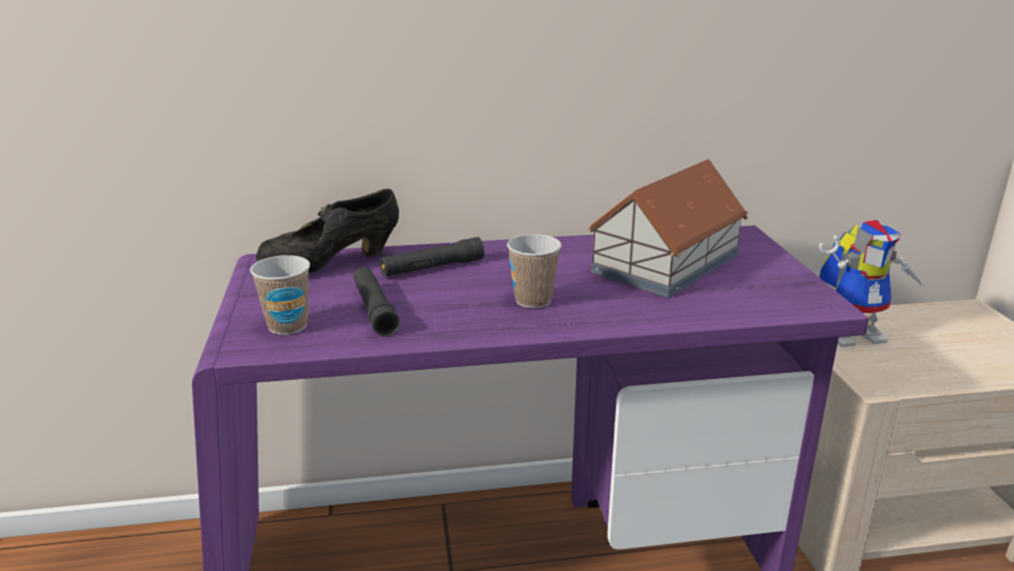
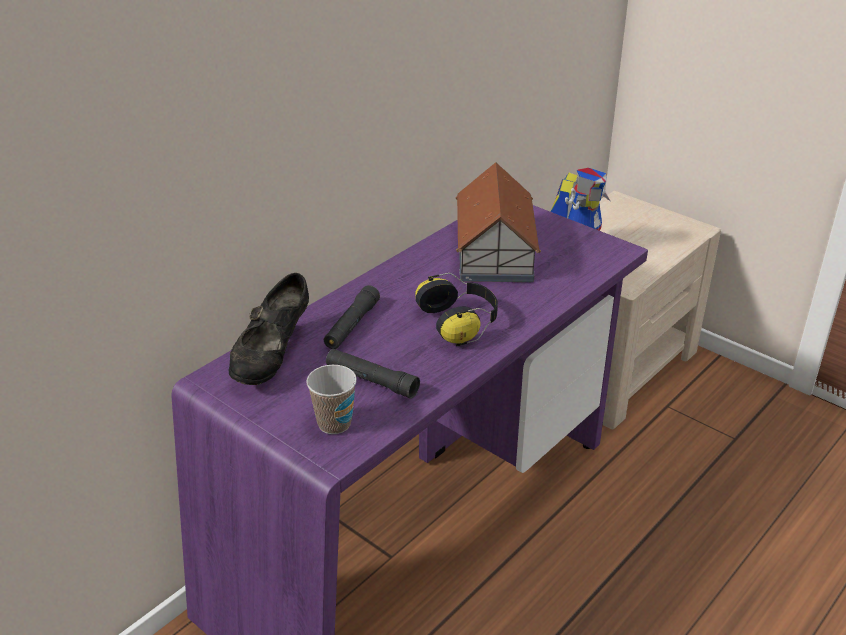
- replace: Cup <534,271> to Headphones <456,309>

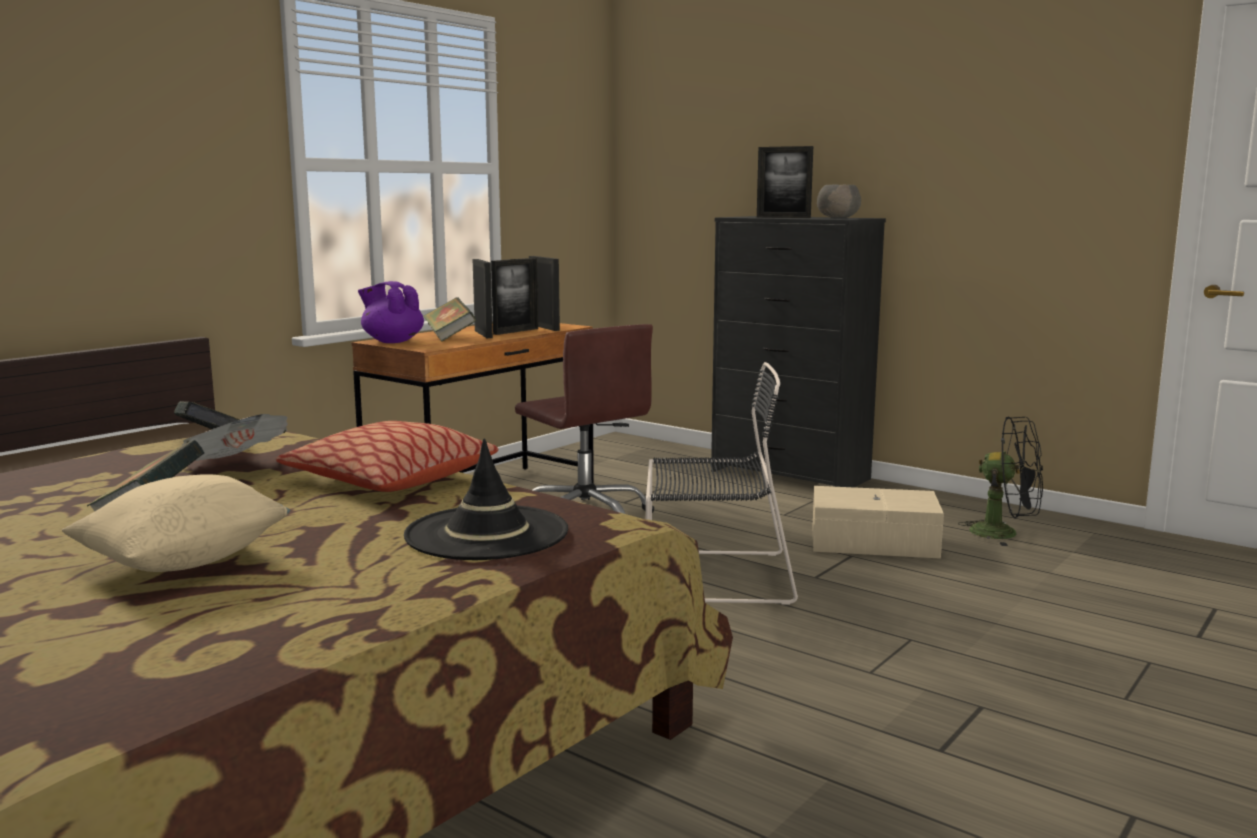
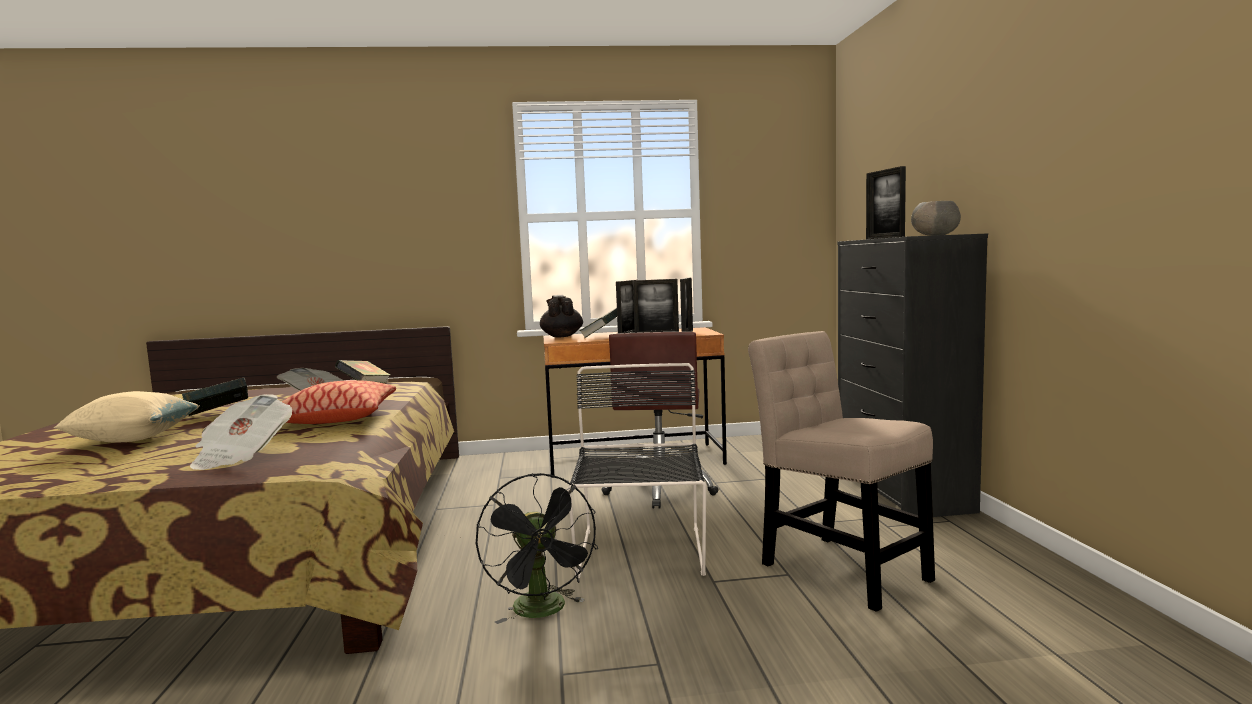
- recolor: PurpleTeapot <391,312> to BlackTeapot <561,316>
- rotate: BlackChair <722,483> = <636,470> 135 degrees counterclockwise
- move: BlackFan <1000,481> to <537,548>
- replace: BlackHat <486,499> to Newspaper <241,432>
- replace: BeigeStorageBox <878,522> to BeigeChair <841,471>

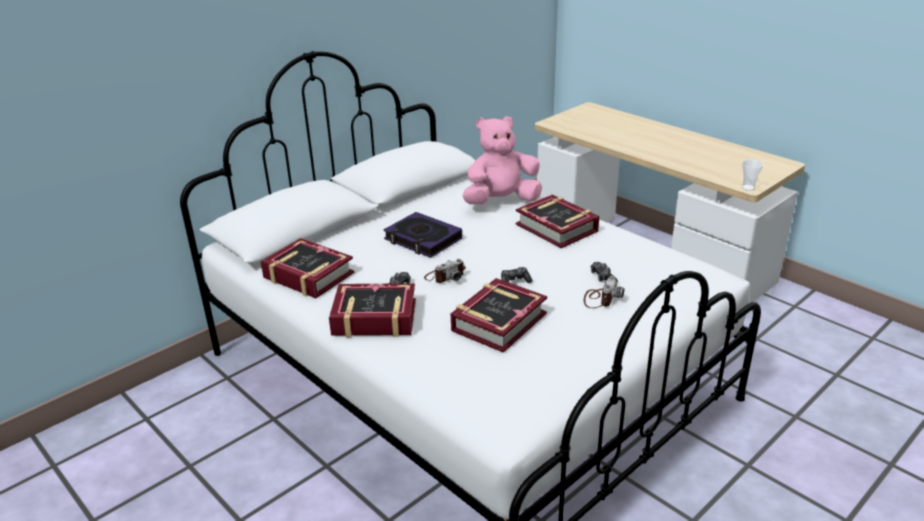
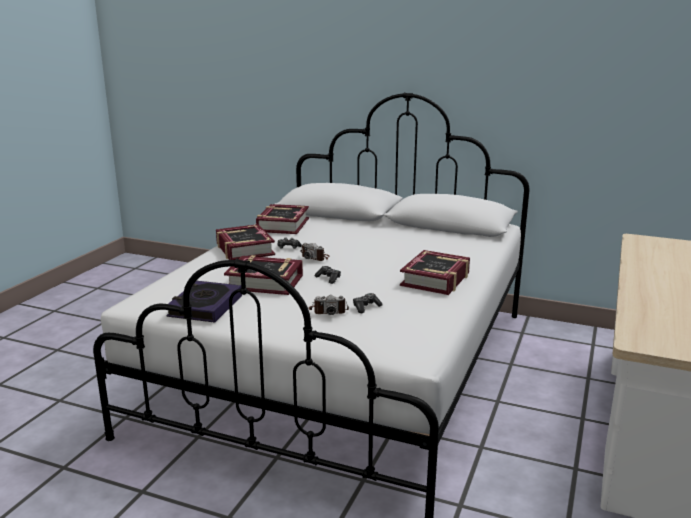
- delete: PinkPlushToy <502,160>
- delete: Cup <753,175>
- move: Book <422,235> to <204,302>

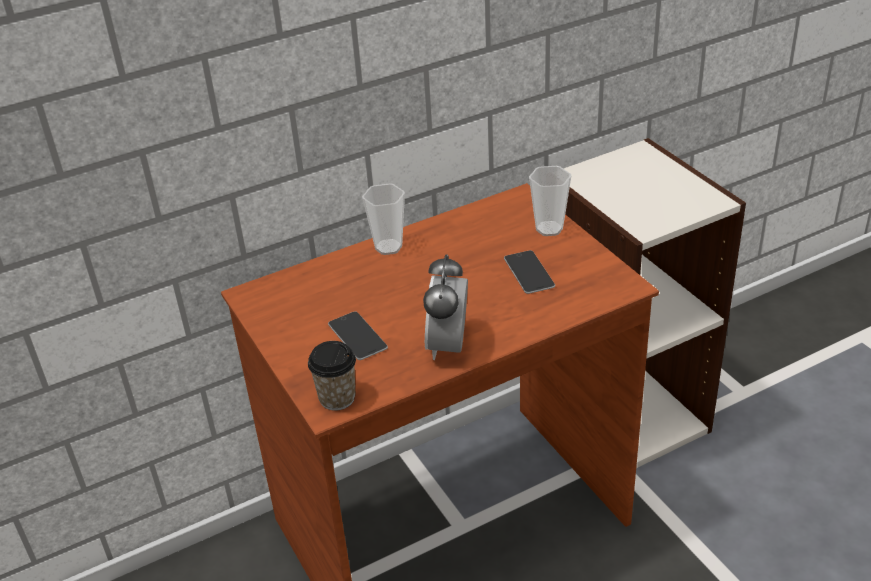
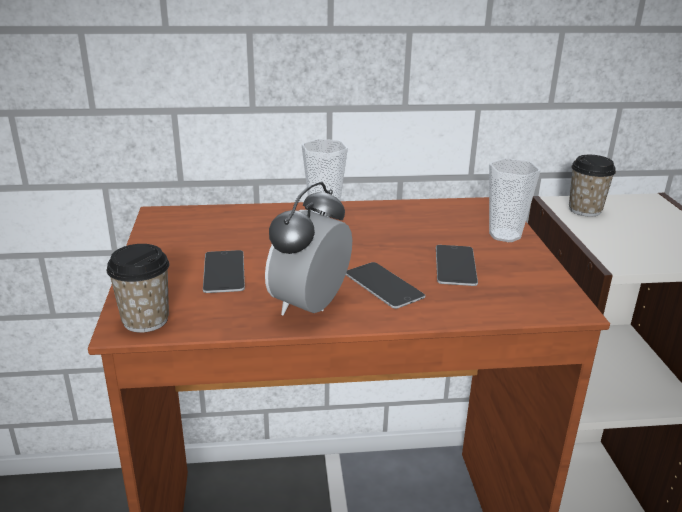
- insert: Cup <592,186>
- insert: Phone <386,285>

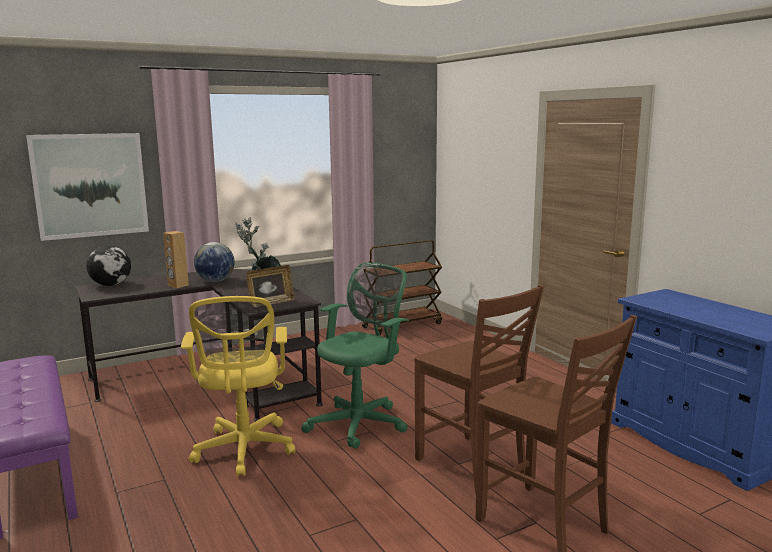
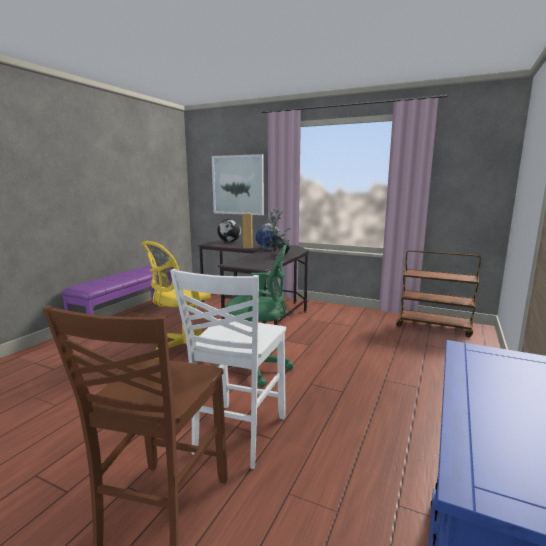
- delete: PictureFrame <270,286>
- recolor: BrownChair <479,389> to WhiteChair <228,369>

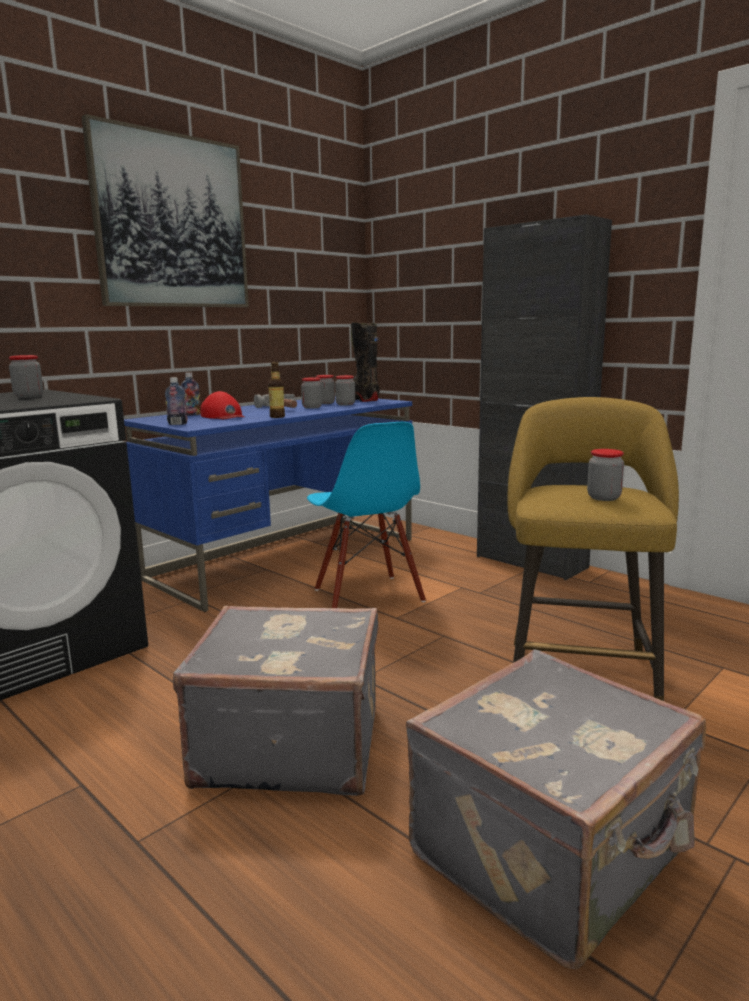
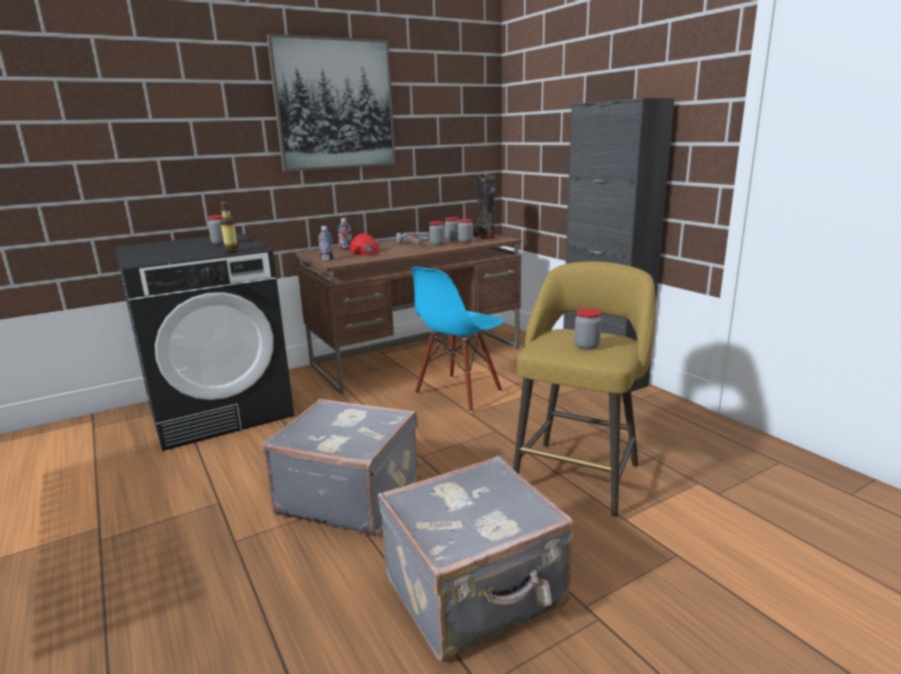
- move: Bottle <276,389> to <229,227>
- recolor: BlueDesk <268,504> to BrownDesk <408,314>
- rotate: BlueChair <366,515> = <458,340> 45 degrees clockwise

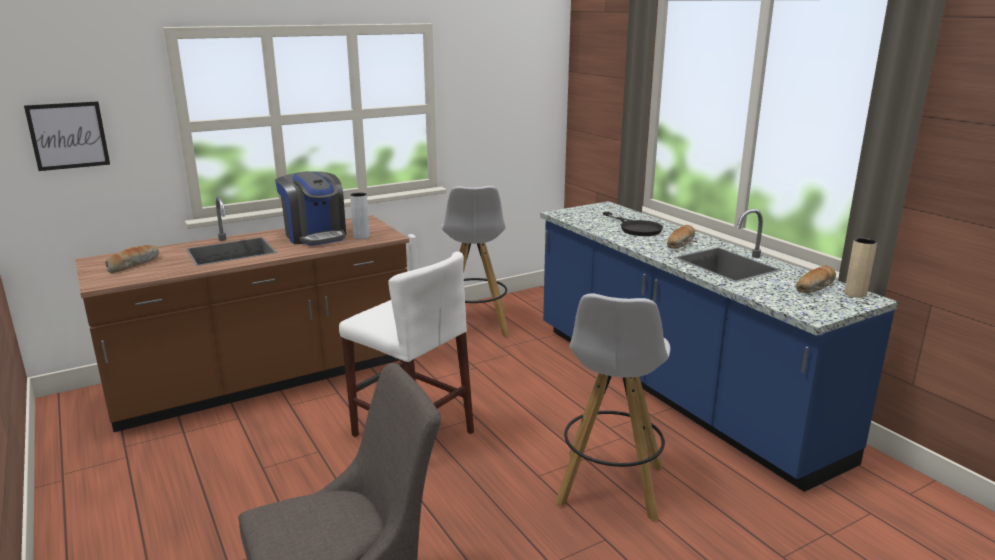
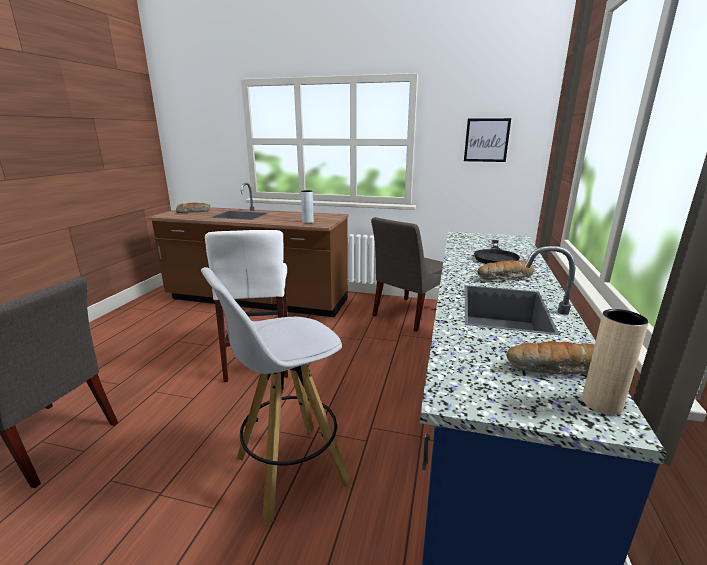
- move: Picture <67,136> to <487,140>
- delete: CoffeeMachine <310,208>
- replace: WhiteStool <476,261> to GreyChair <407,274>

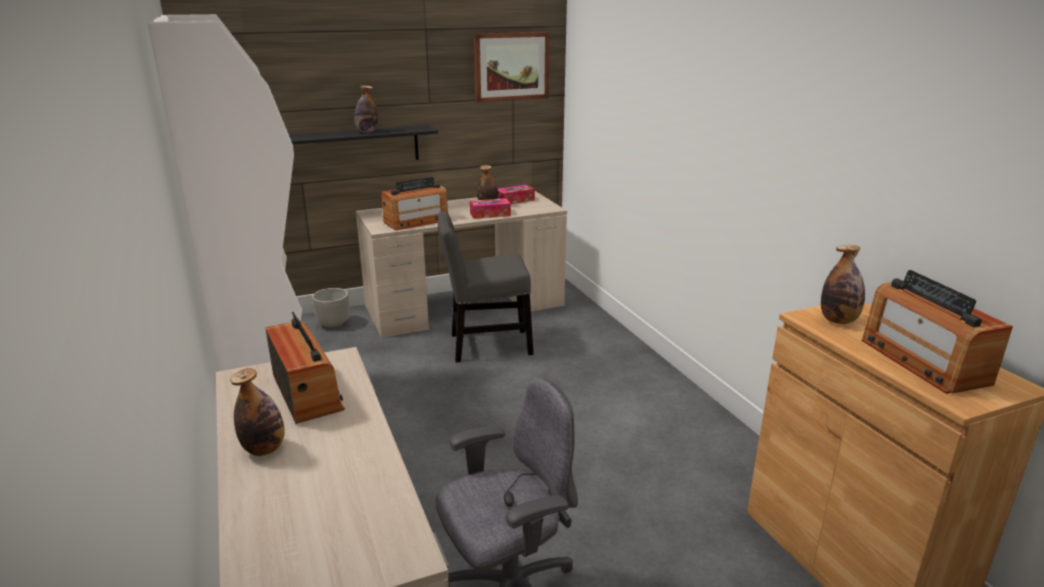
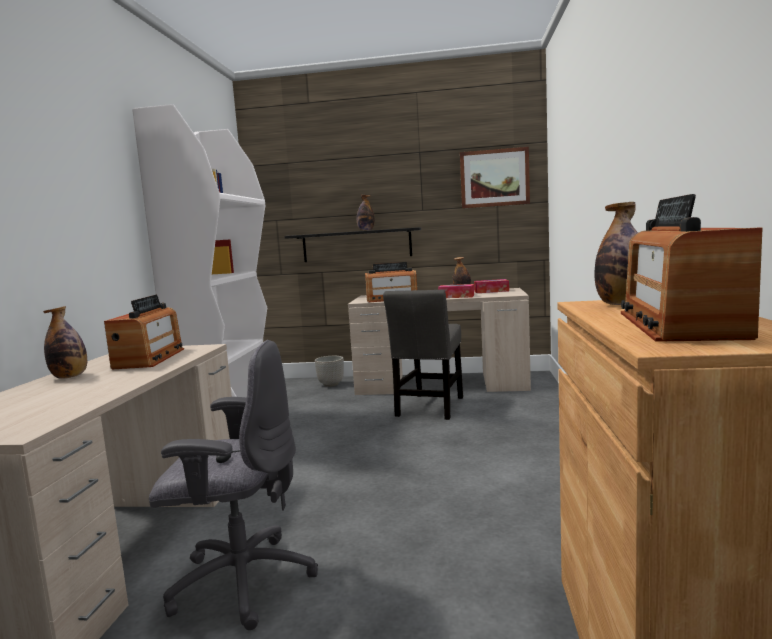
- rotate: GreyChair <486,286> = <423,355> 90 degrees counterclockwise

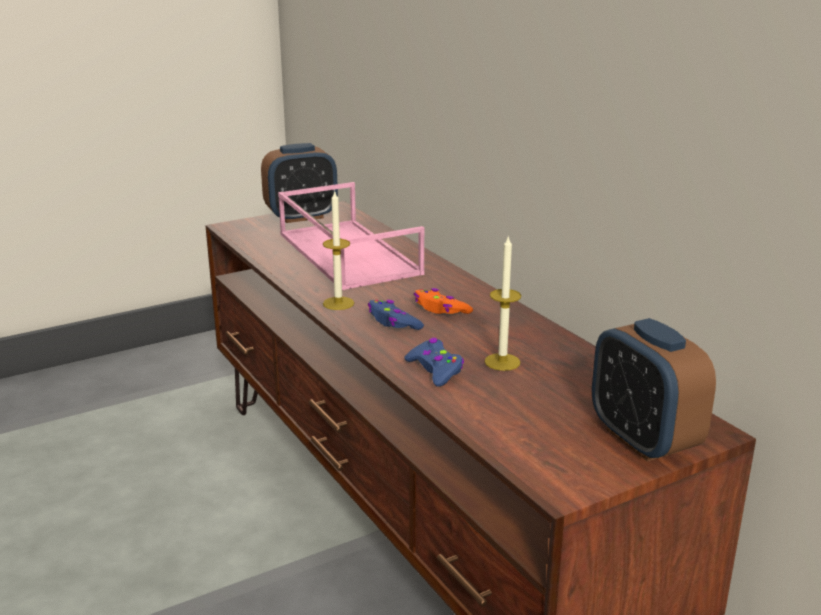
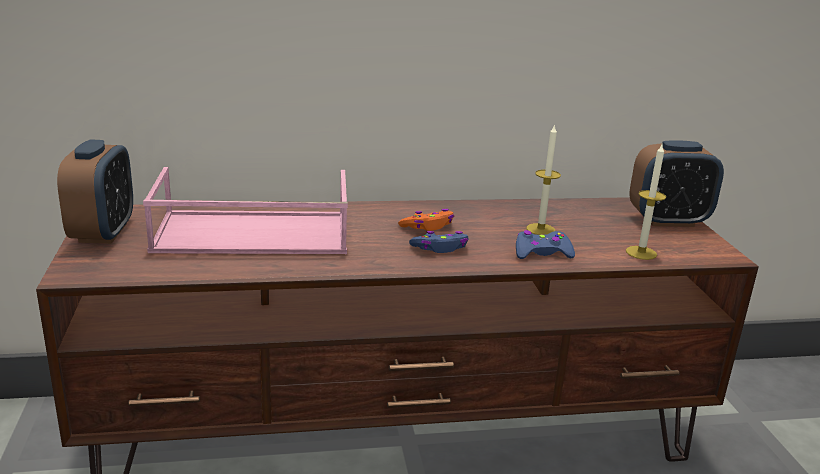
- move: Candle <338,251> to <646,202>

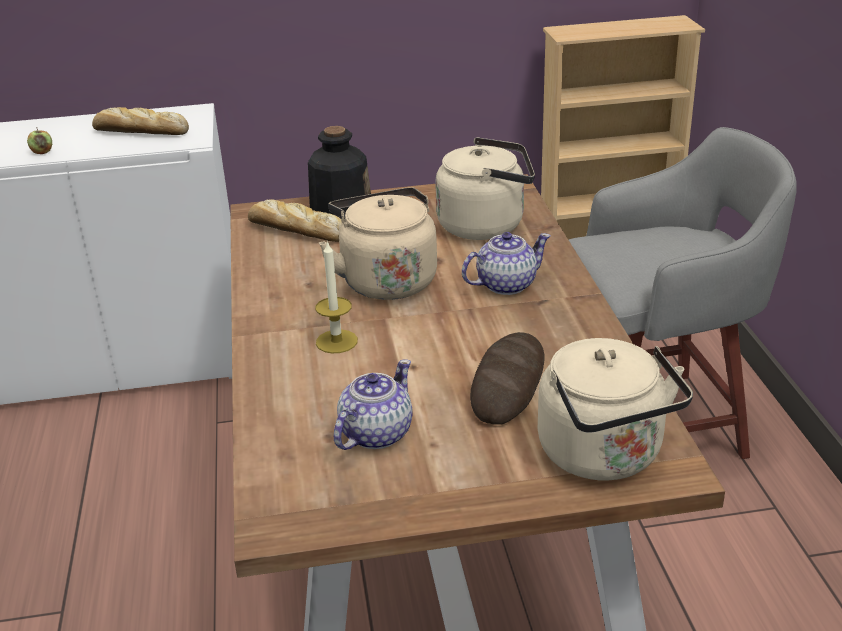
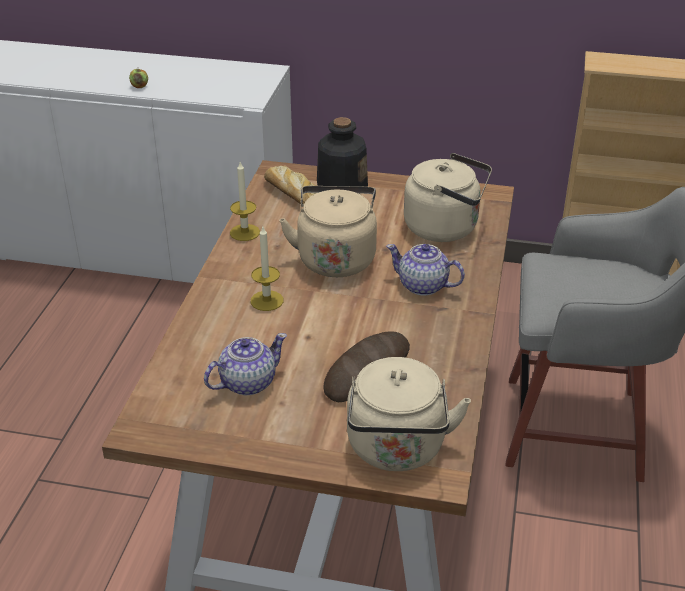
- delete: Bread <140,121>
- rotate: Teapot <506,263> = <425,270> 150 degrees counterclockwise
- insert: Candle <245,201>

